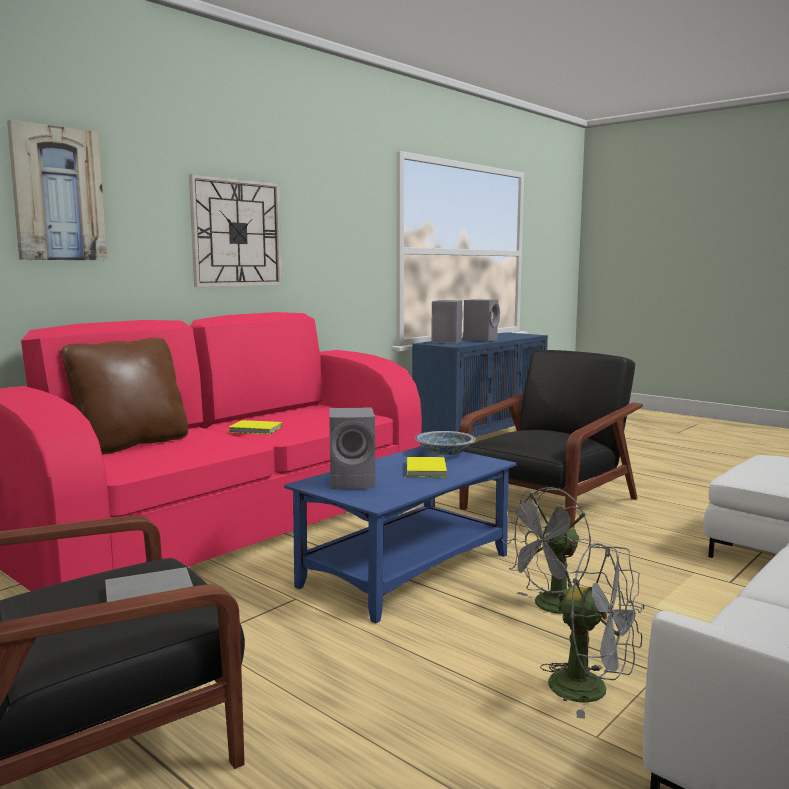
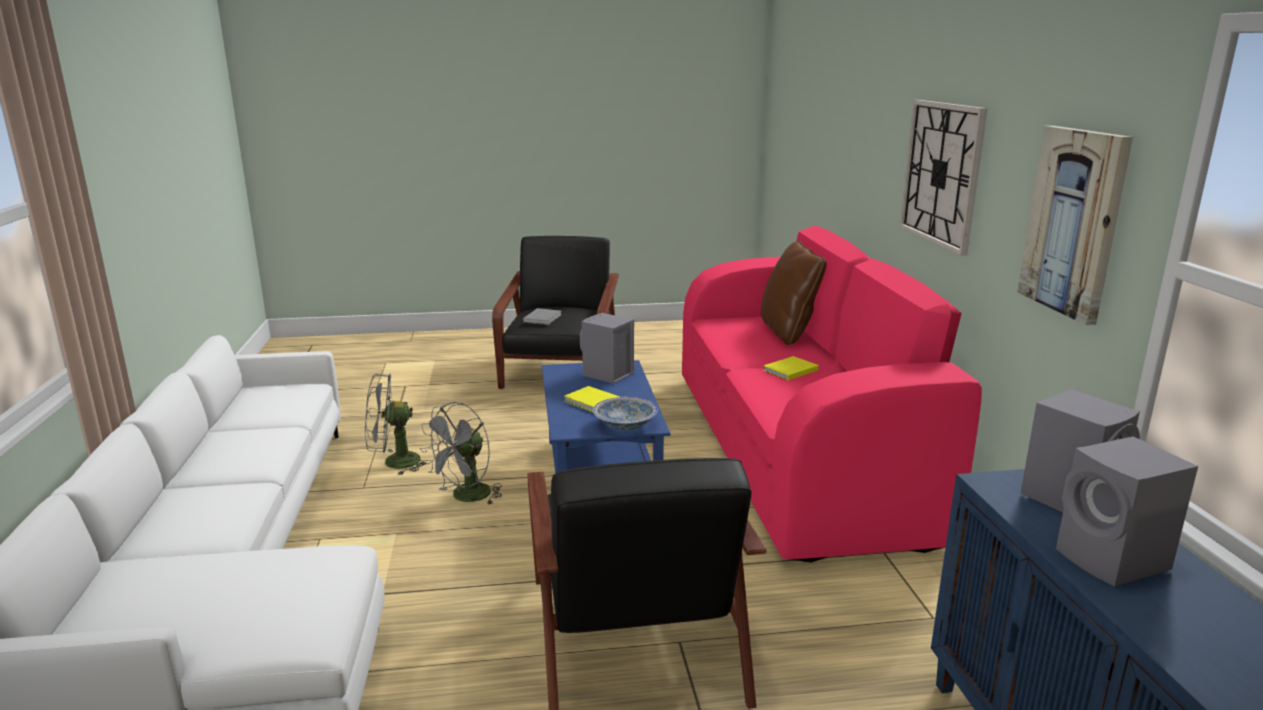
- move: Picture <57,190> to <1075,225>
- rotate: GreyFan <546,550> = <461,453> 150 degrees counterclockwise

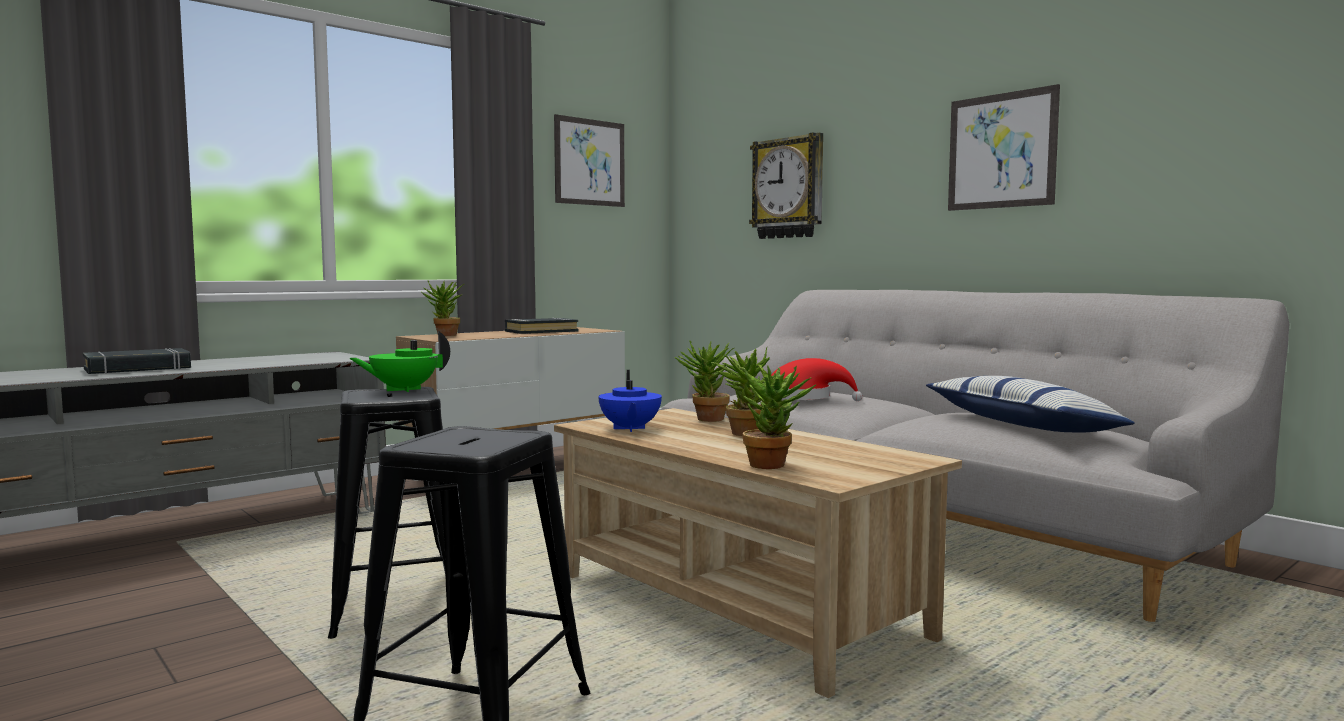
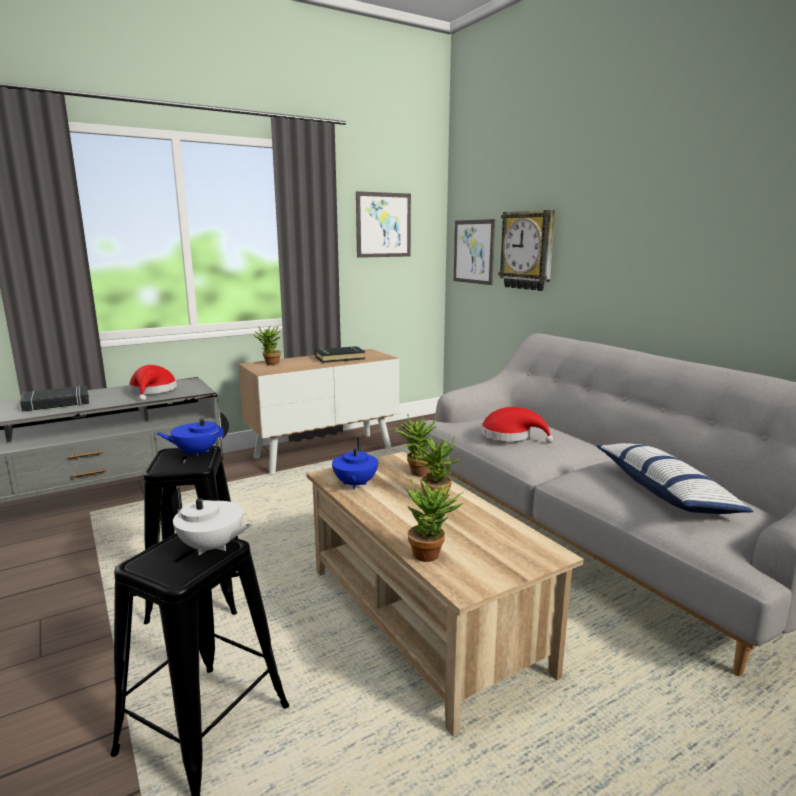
- move: Picture <1004,147> to <474,252>
- recolor: GreenTeapot <399,361> to BlueTeapot <192,434>
- insert: RedHat <152,383>
- insert: WhiteTeapot <211,521>

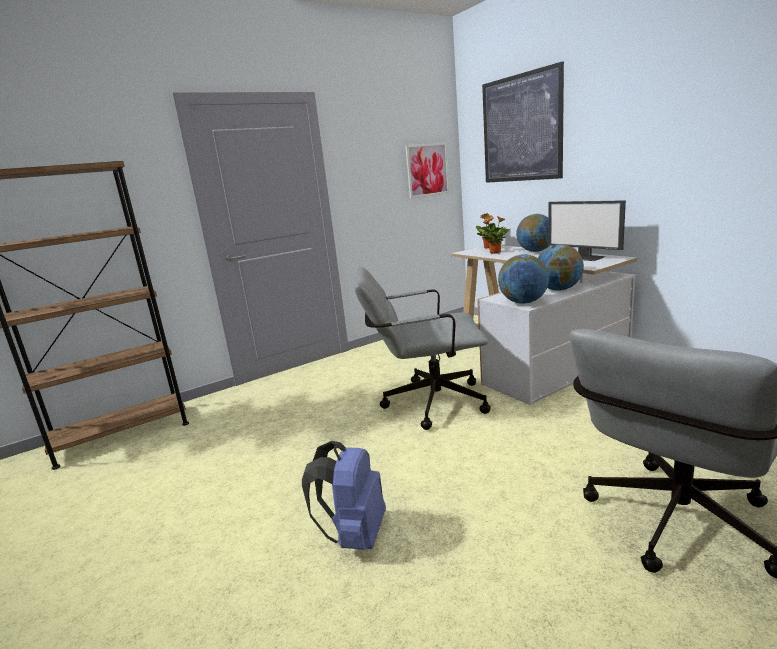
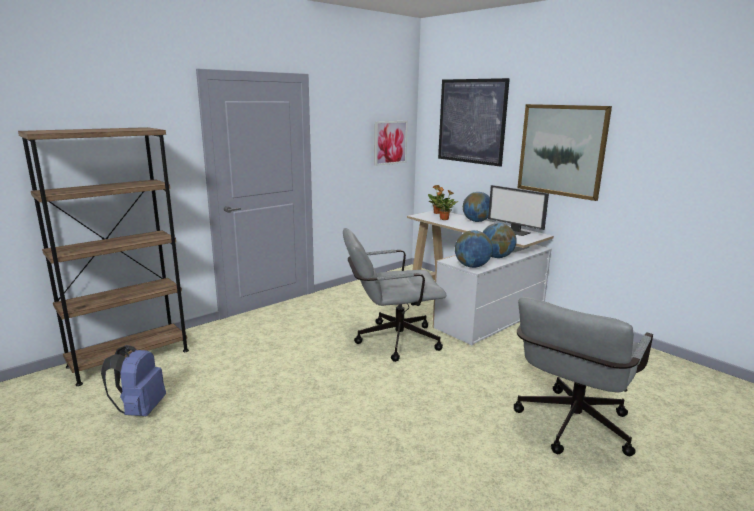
- move: BlueBackpack <344,495> to <133,380>
- insert: Picture <565,152>

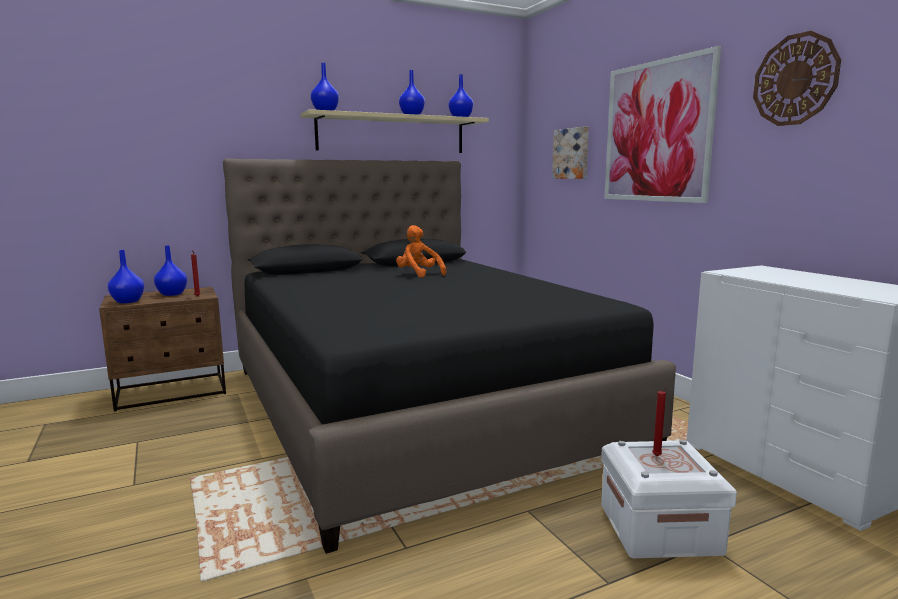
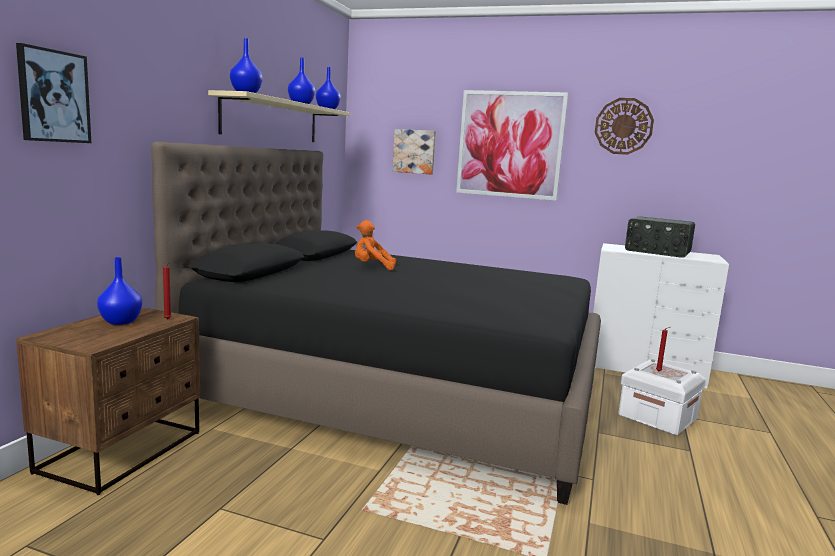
- delete: BlueVase <126,276>
- insert: Picture <53,93>
- insert: Radio <660,237>

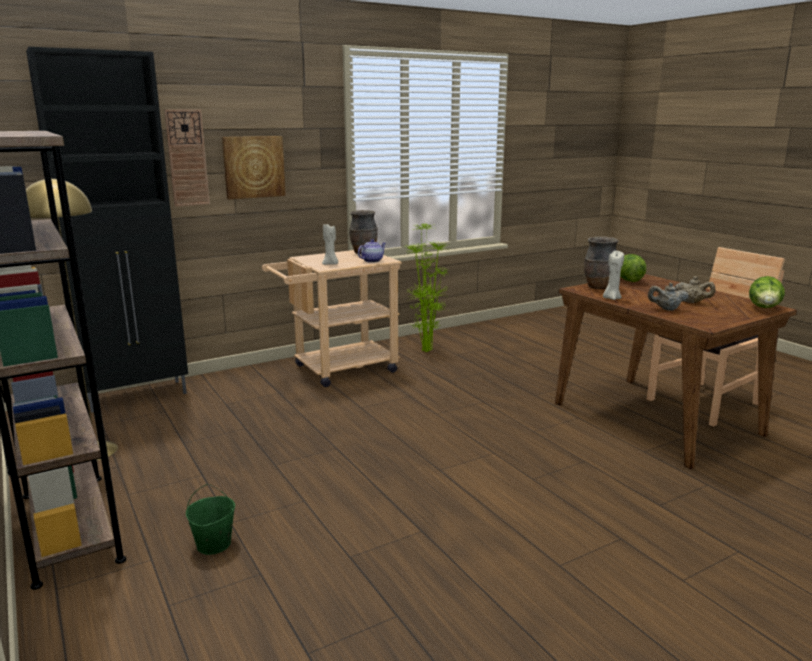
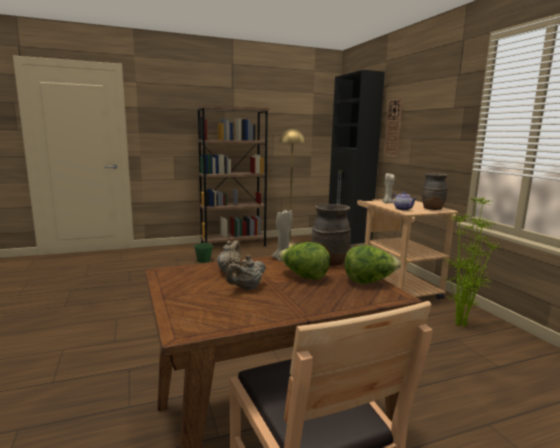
- delete: Picture <254,167>
- move: Lettuce <767,292> to <304,260>

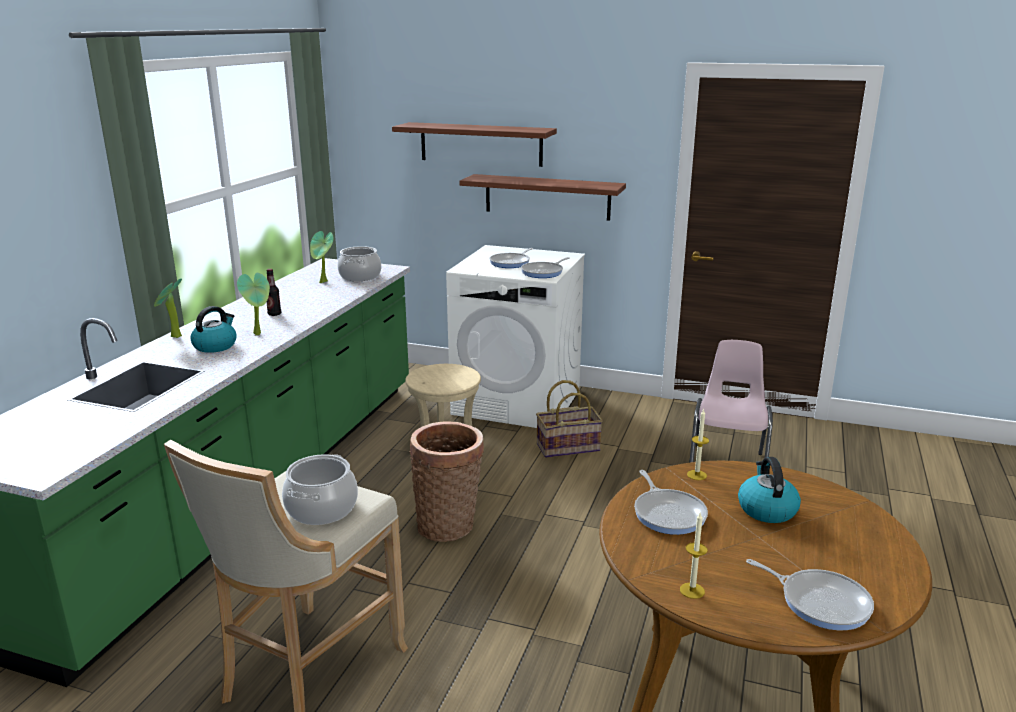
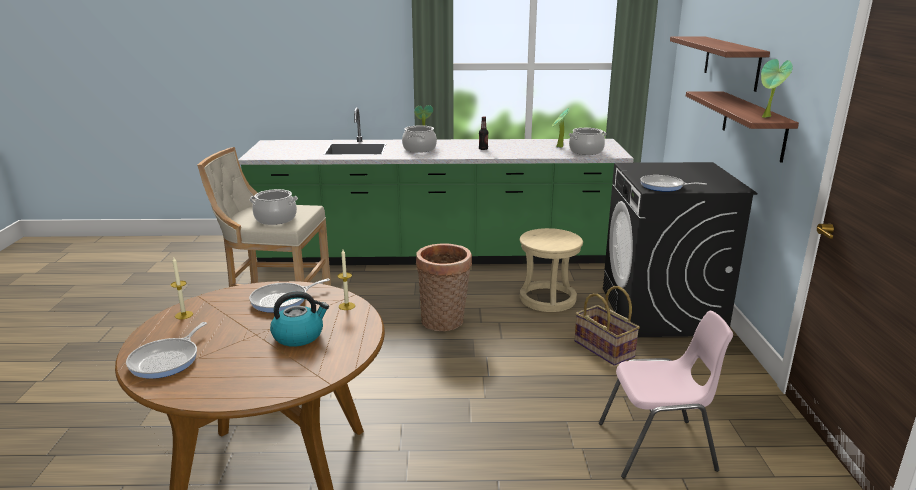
- recolor: WhiteWashingMachine <515,336> to BlackWashingMachine <680,249>
- delete: FryingPan <511,258>
- move: PottedPlant <253,304> to <777,88>
- replace: Kettle <213,329> to CookingPot <419,139>

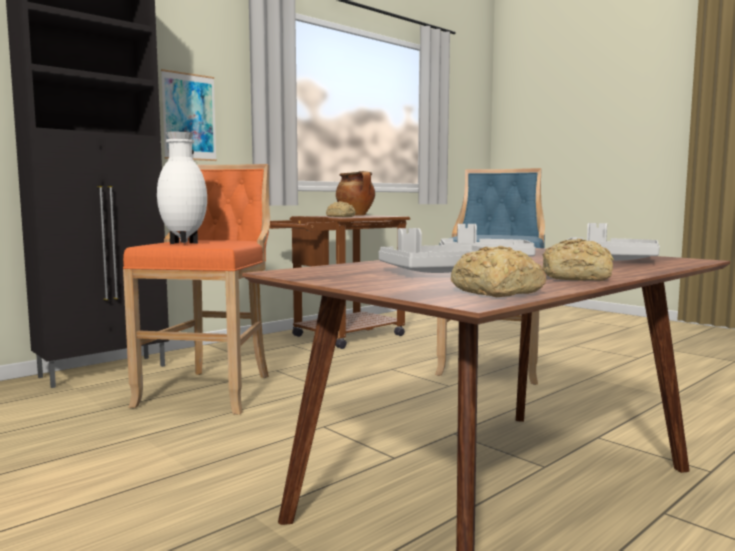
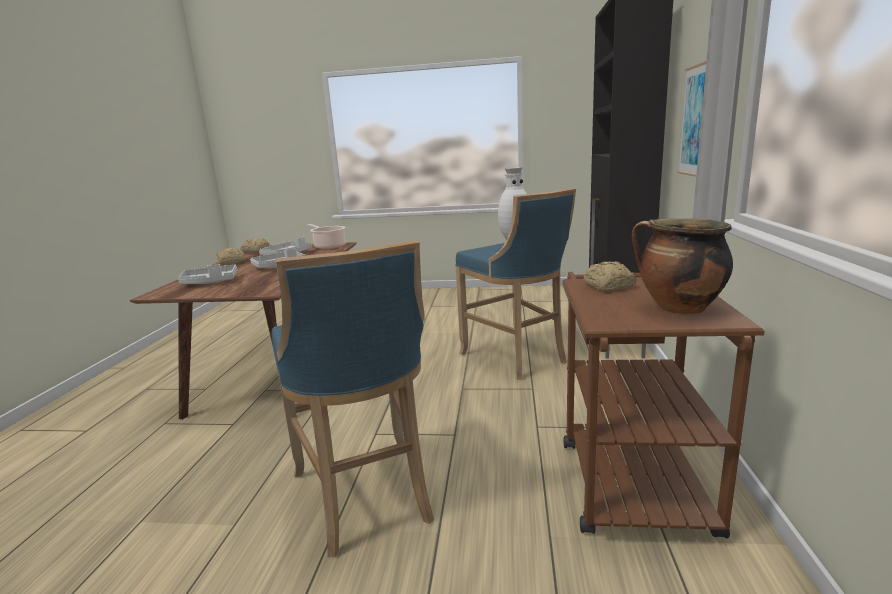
- recolor: OrangeStool <196,289> to BlueStool <515,284>
- insert: CookingPot <326,236>

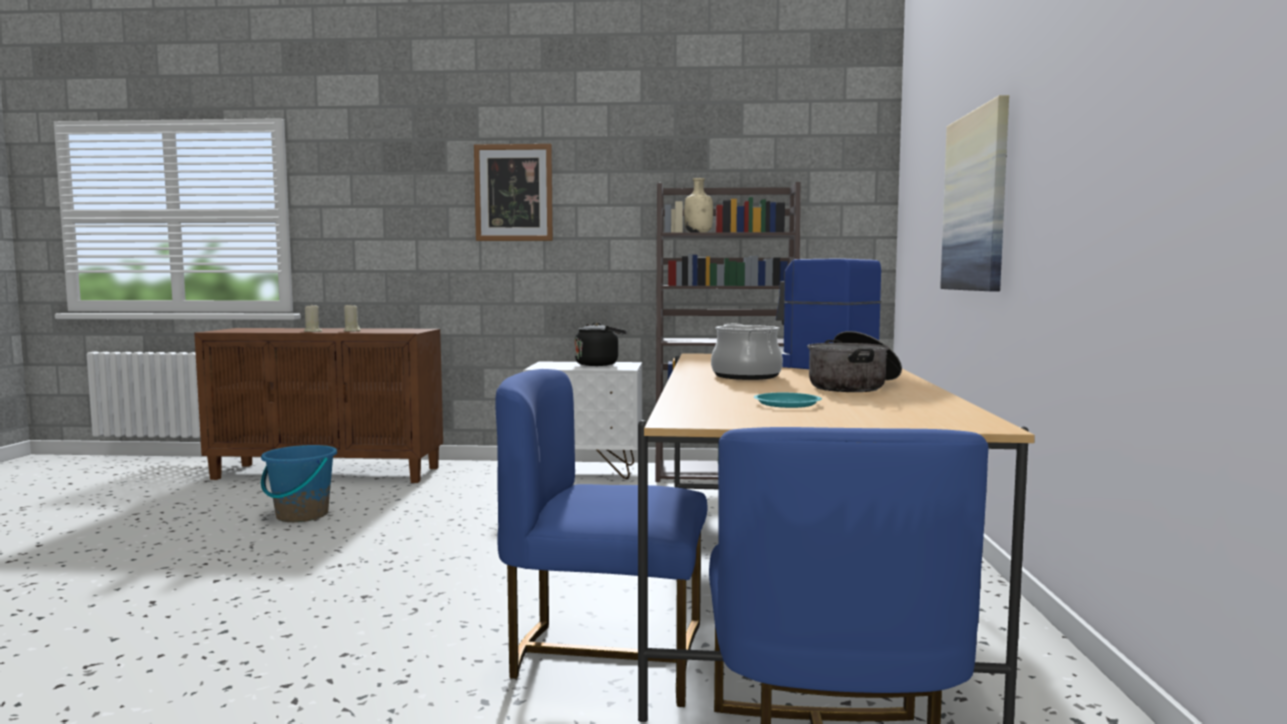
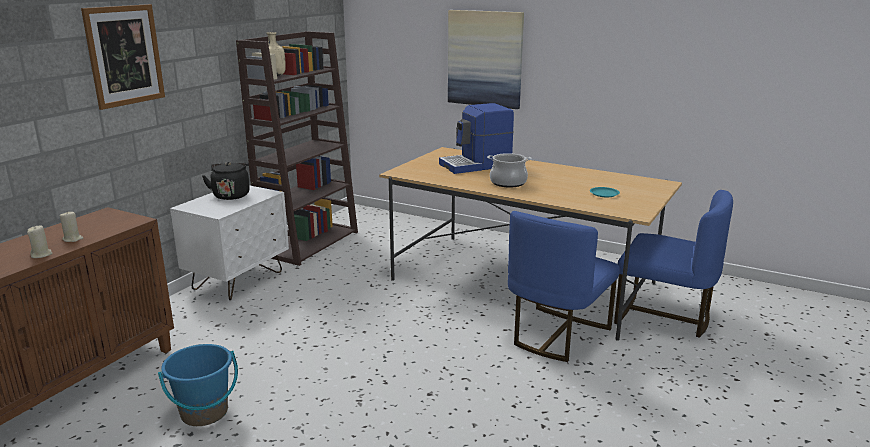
- delete: CookingPot <854,361>

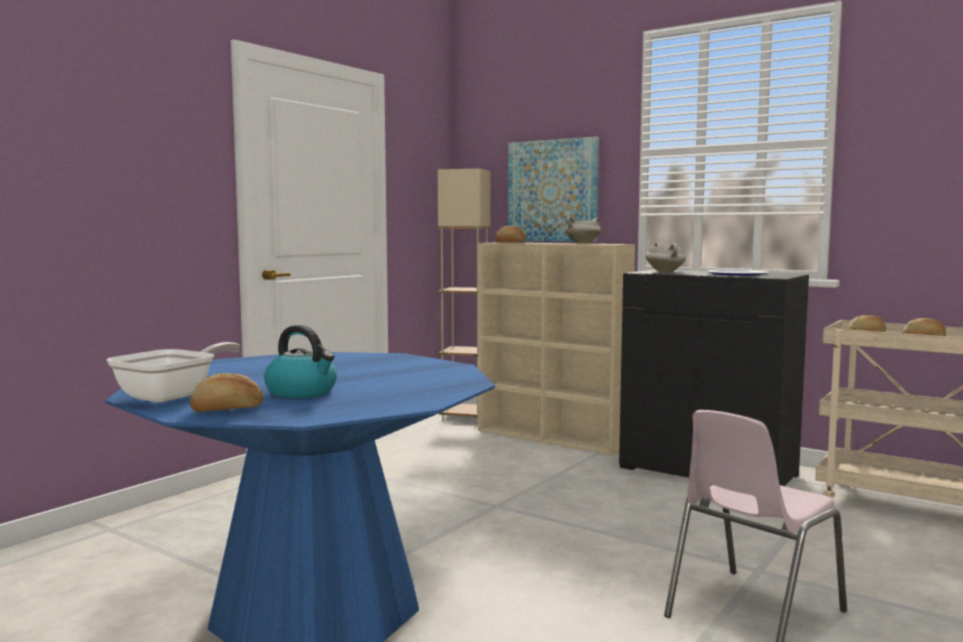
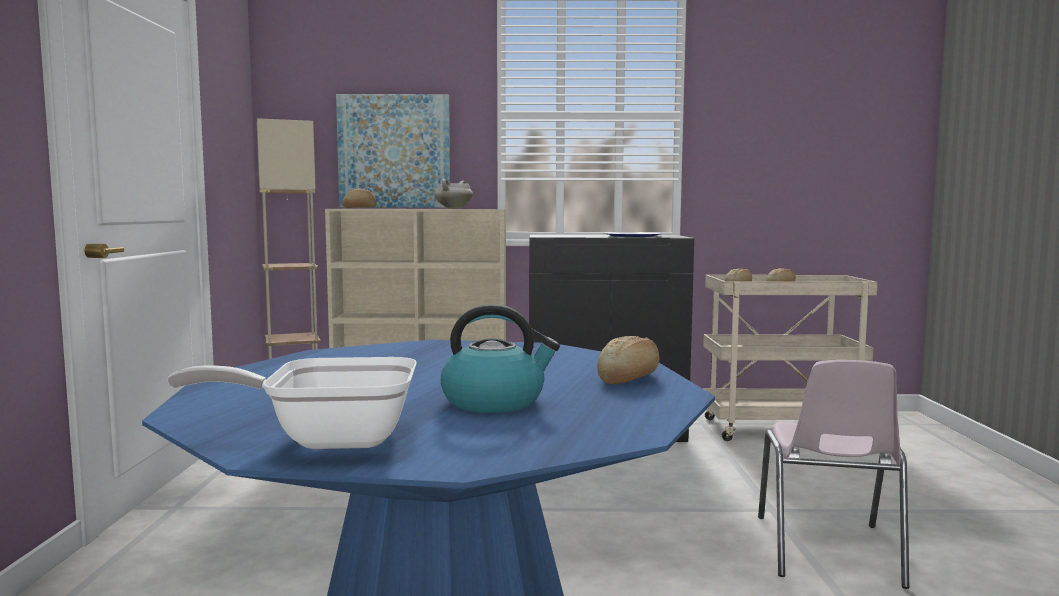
- delete: WhiteCookingPot <666,257>
- rotate: FryingPan <174,372> = <292,403> 90 degrees counterclockwise
- move: Bread <226,392> to <628,360>

